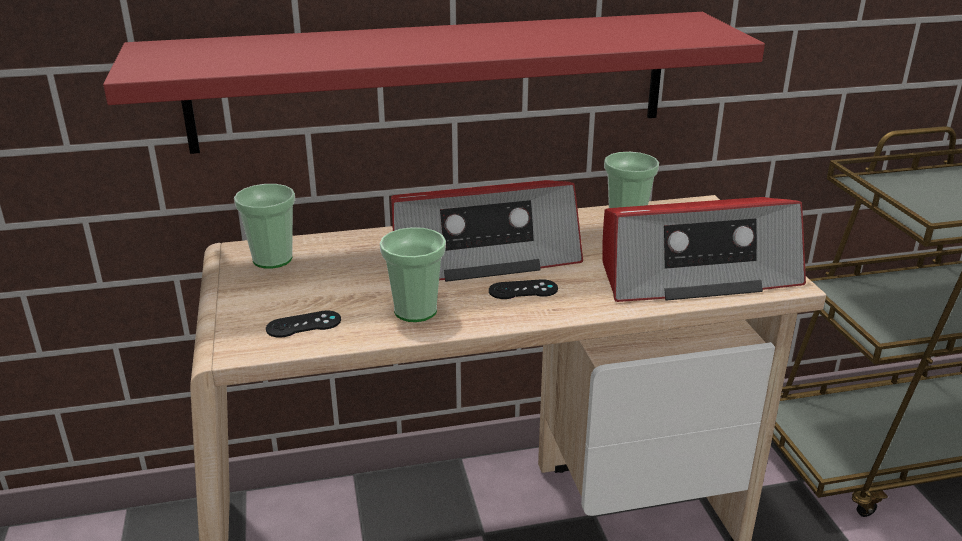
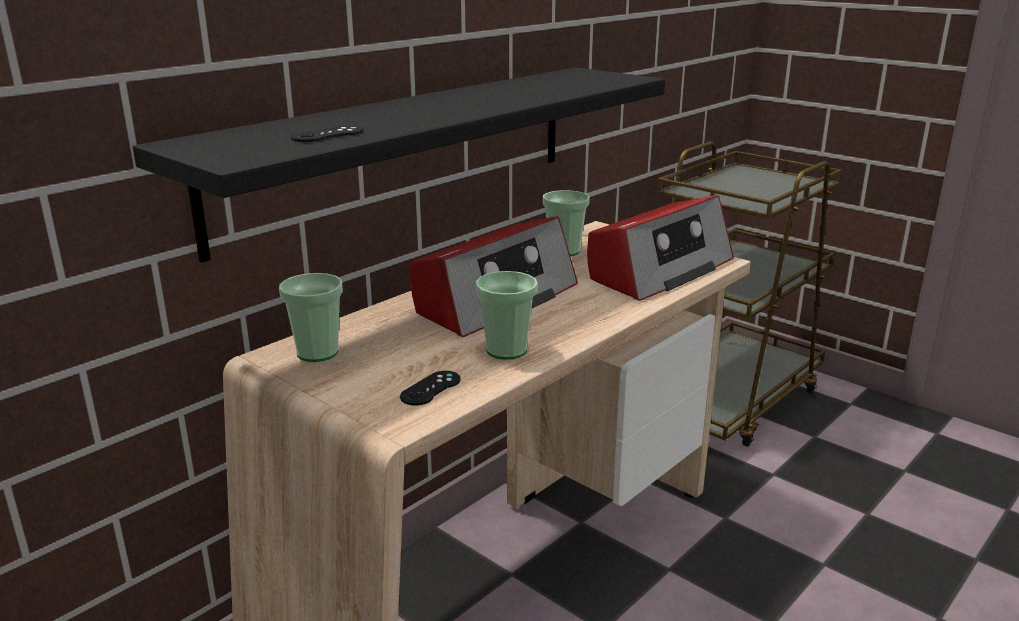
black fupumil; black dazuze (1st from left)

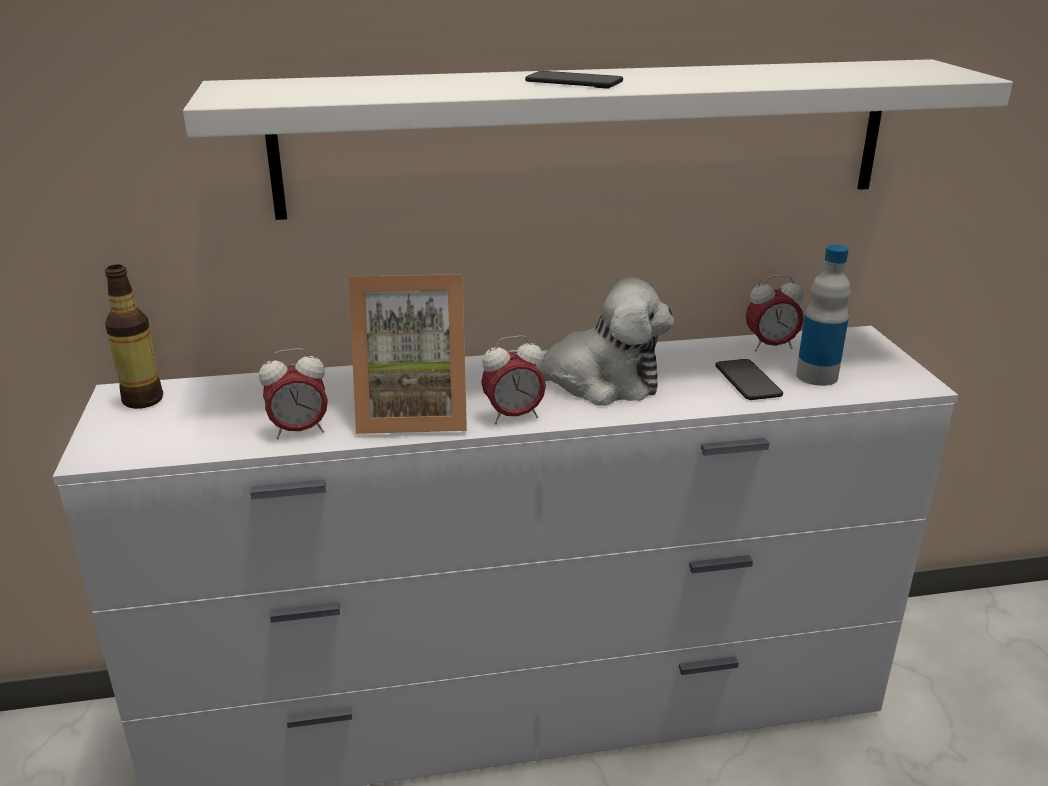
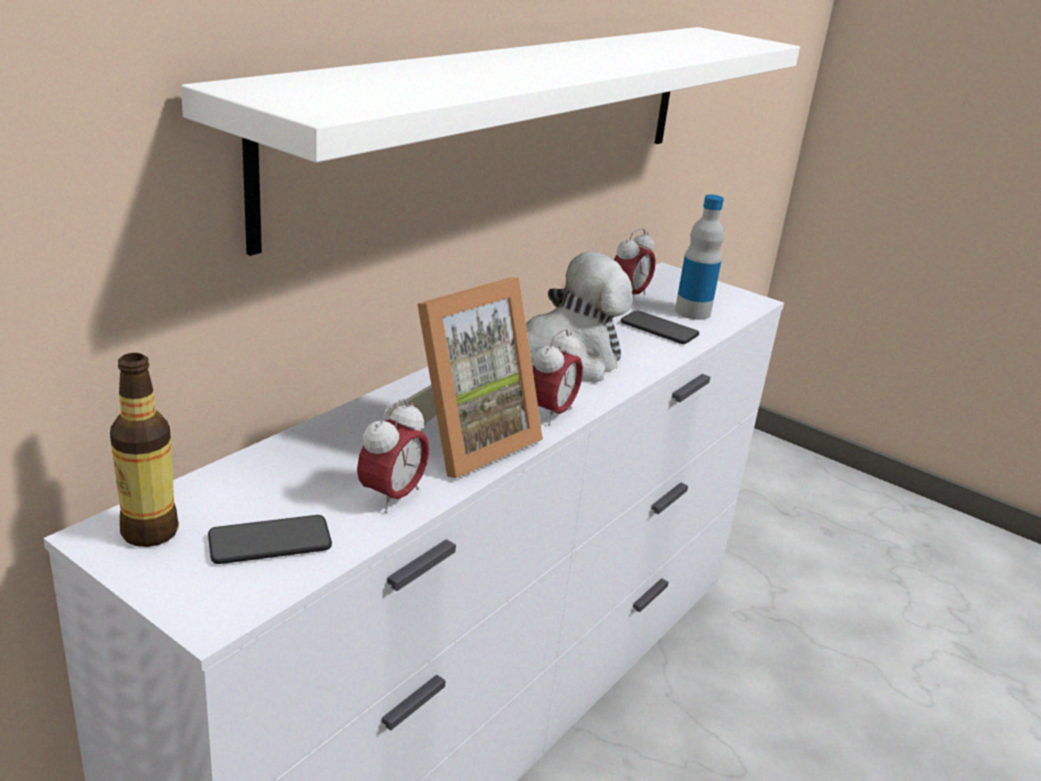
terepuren (1st from left)

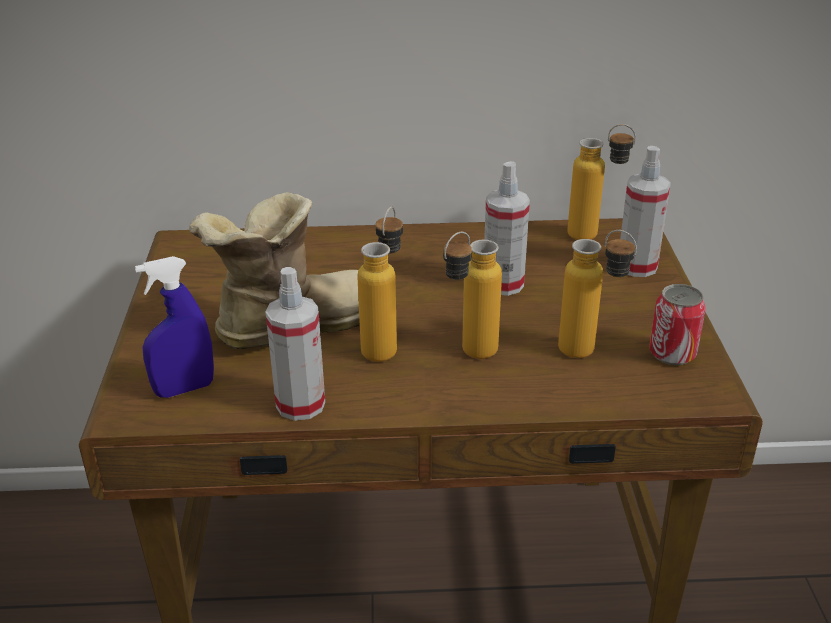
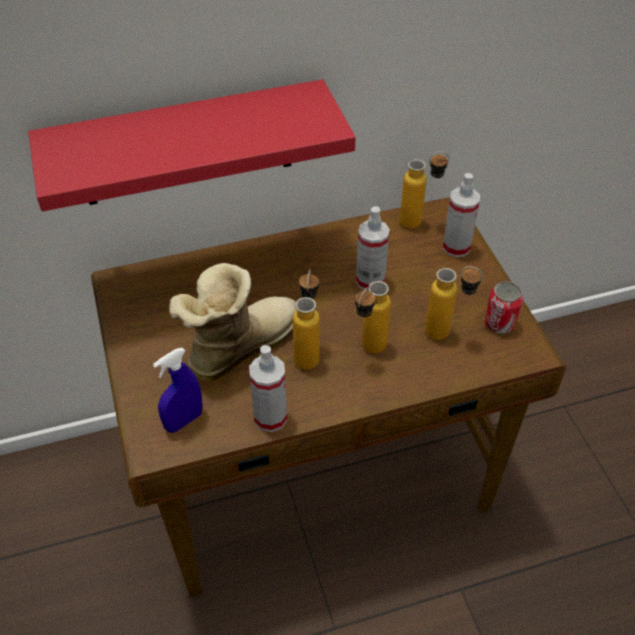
red fupumil

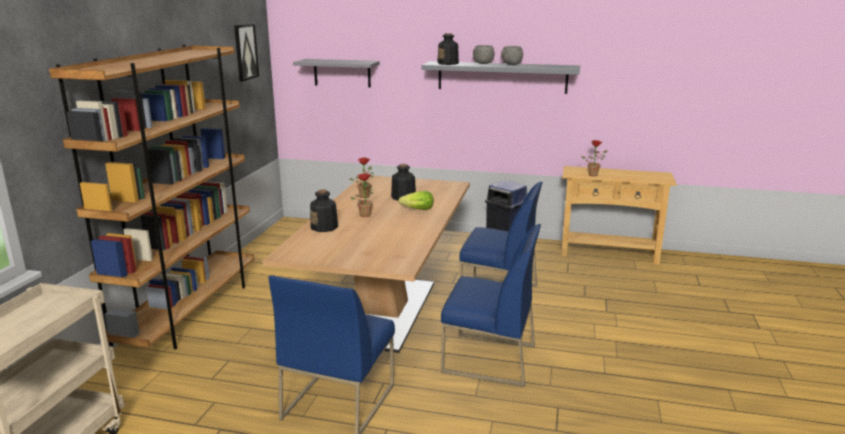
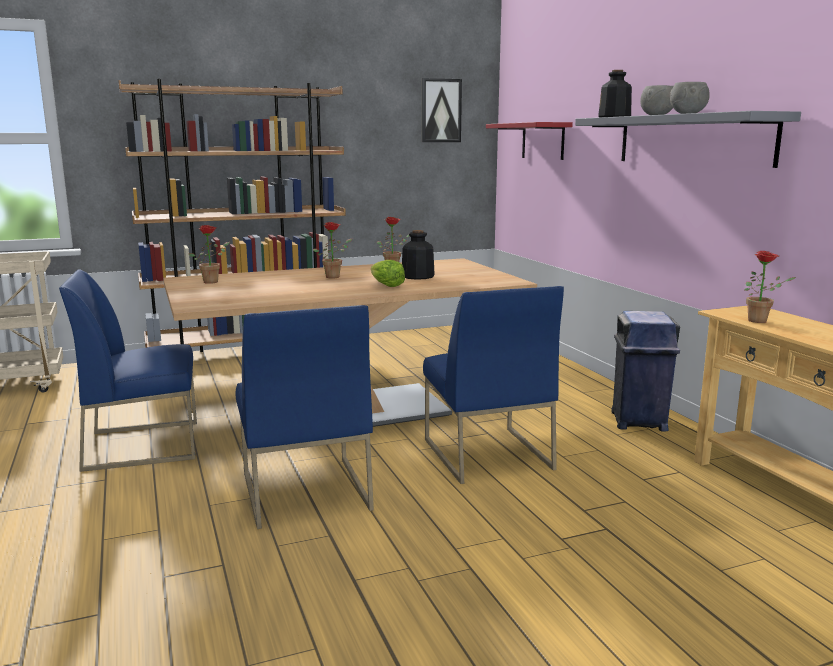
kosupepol (1st from left); red fupumil; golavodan (1st from left in the first image)

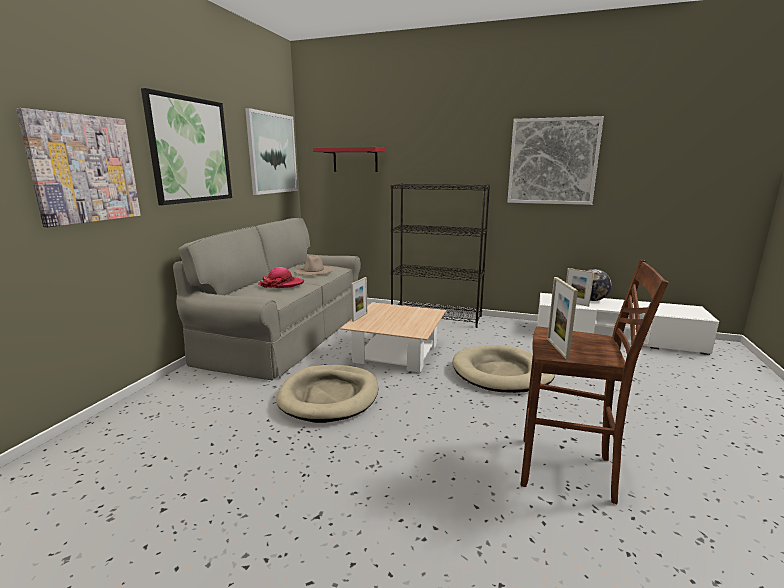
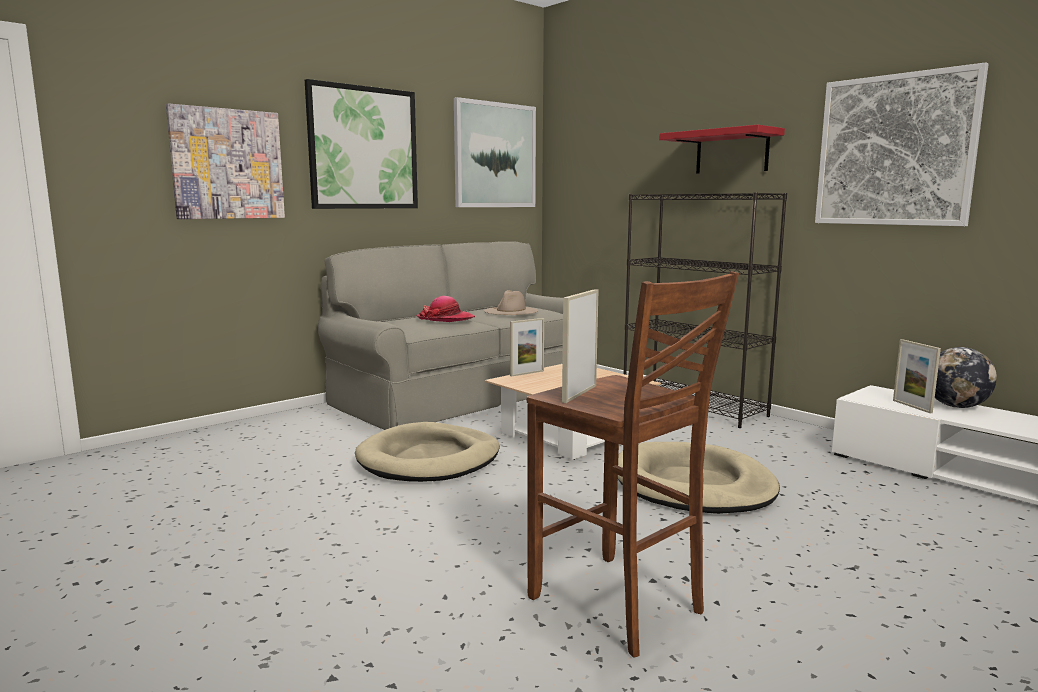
red fupumil

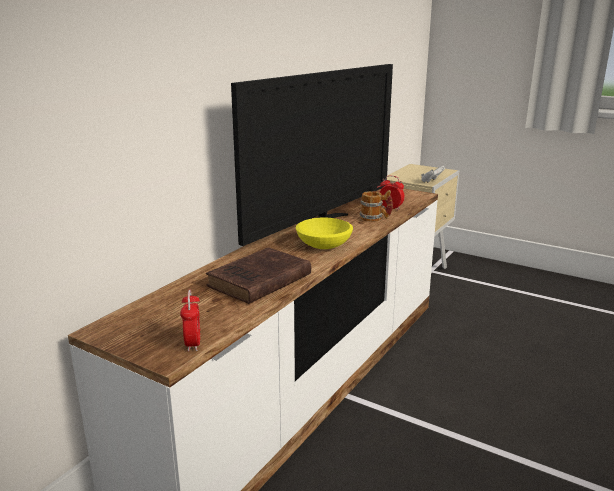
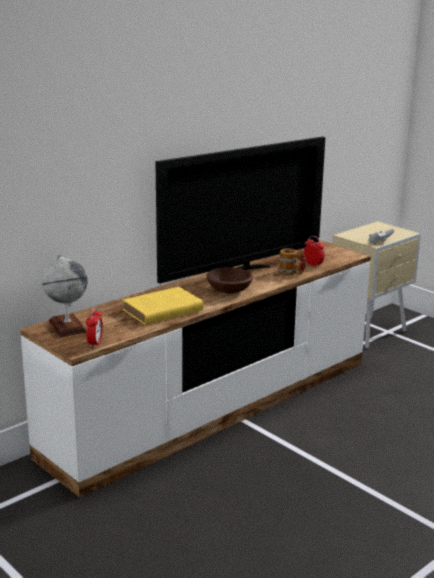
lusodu; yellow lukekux; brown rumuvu

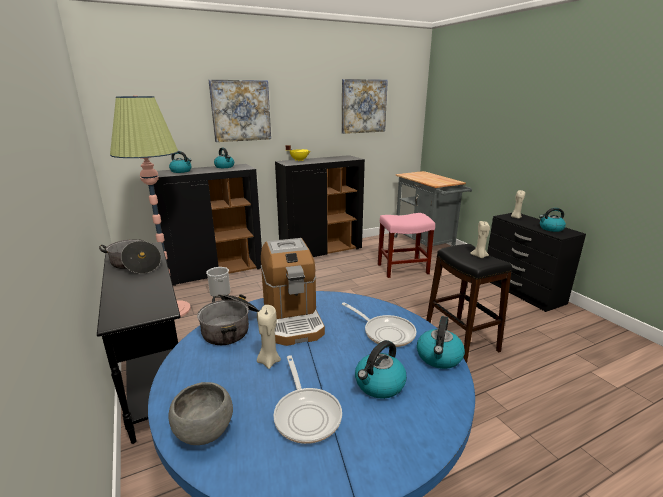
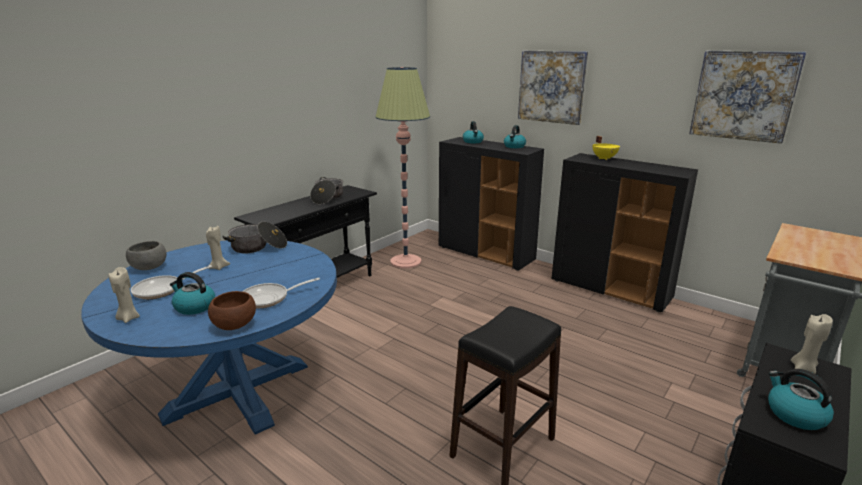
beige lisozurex (1st from left); brown rumuvu; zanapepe (2nd from left); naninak; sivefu; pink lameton

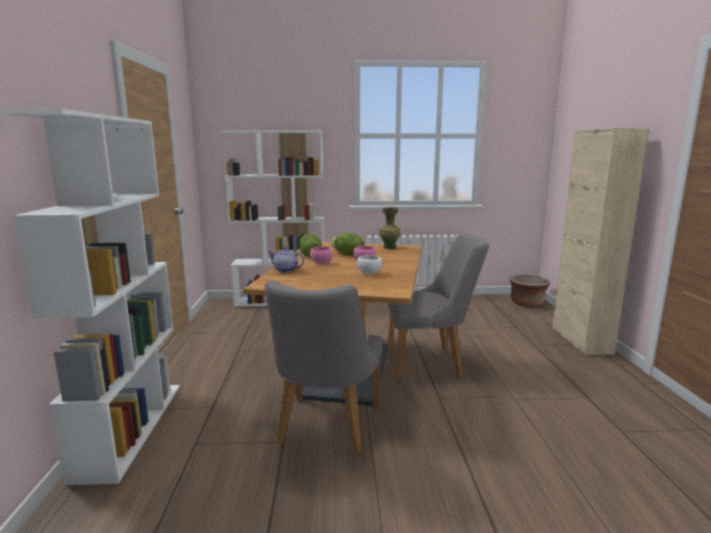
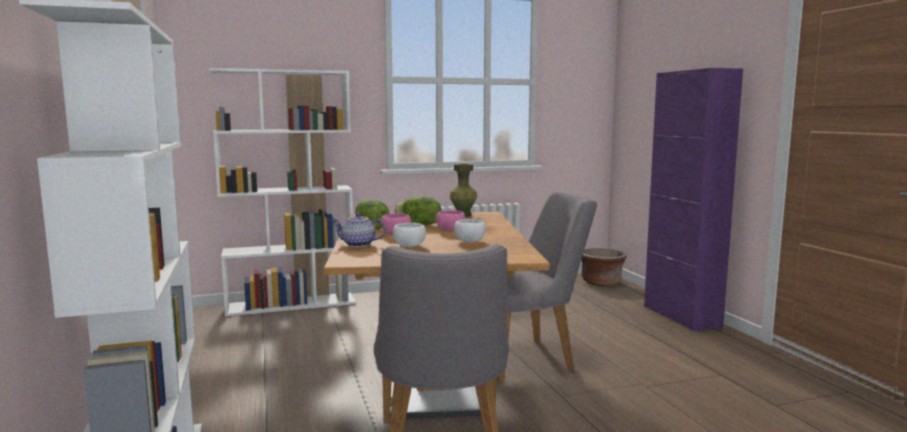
white rumuvu (1st from left); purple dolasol

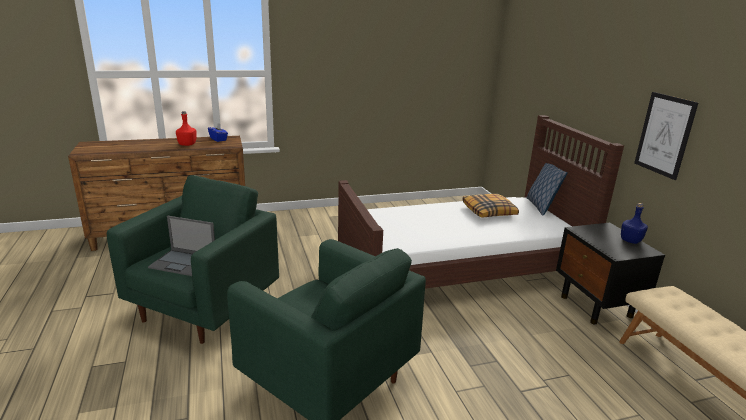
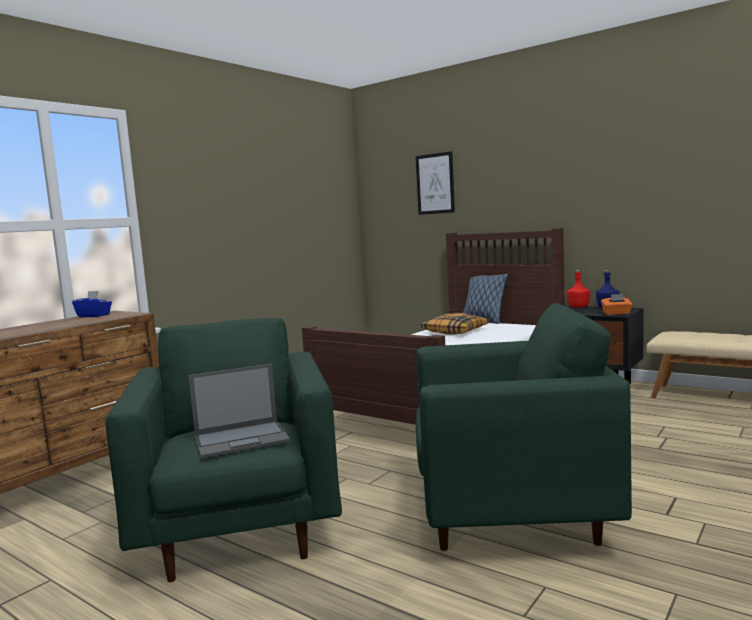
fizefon; red golavodan; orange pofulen

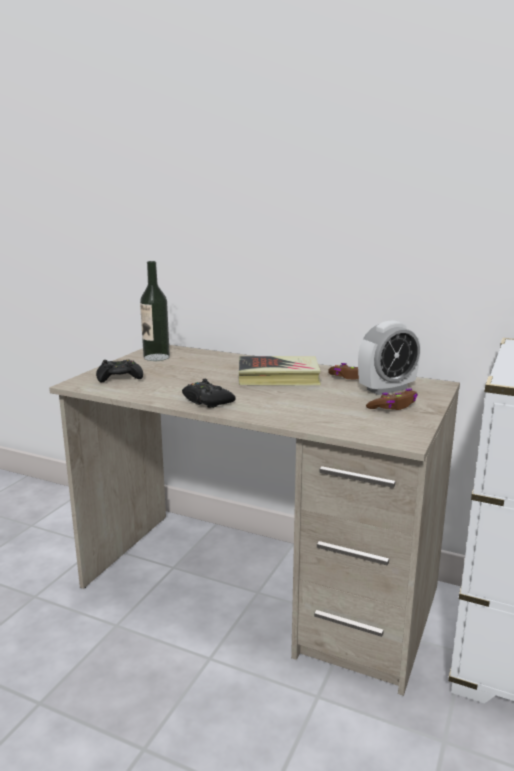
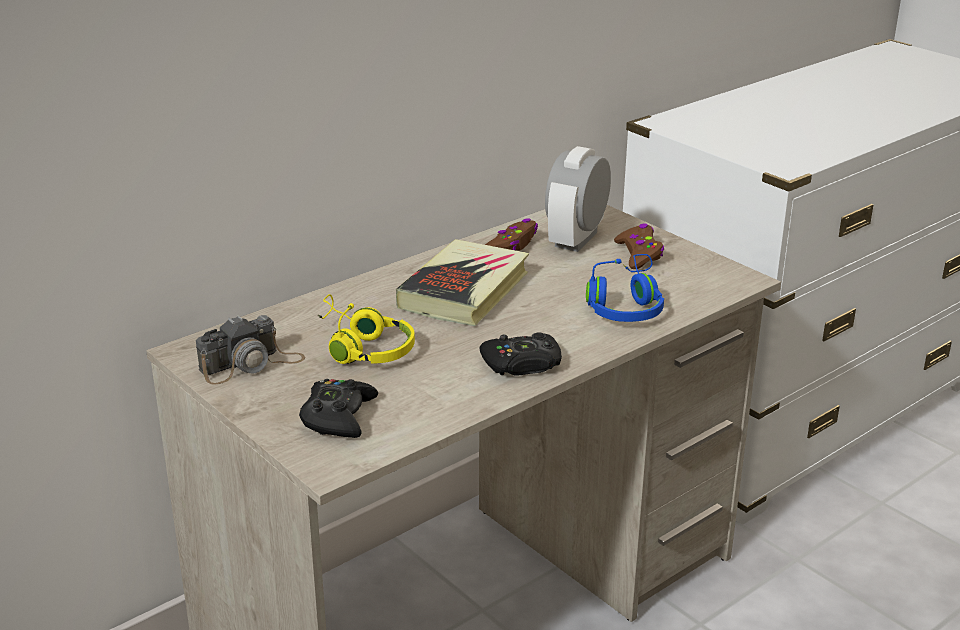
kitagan; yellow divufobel; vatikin; blue divufobel

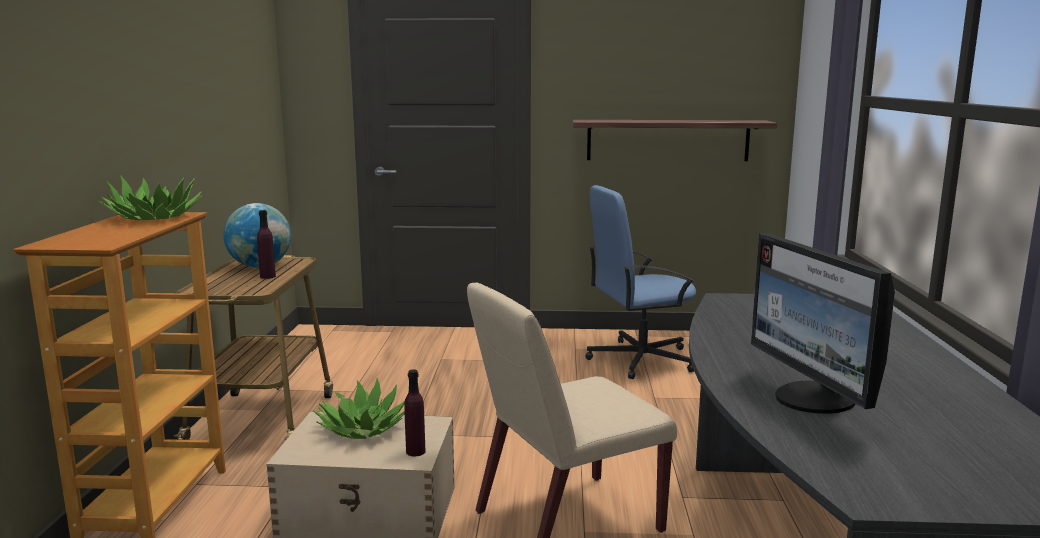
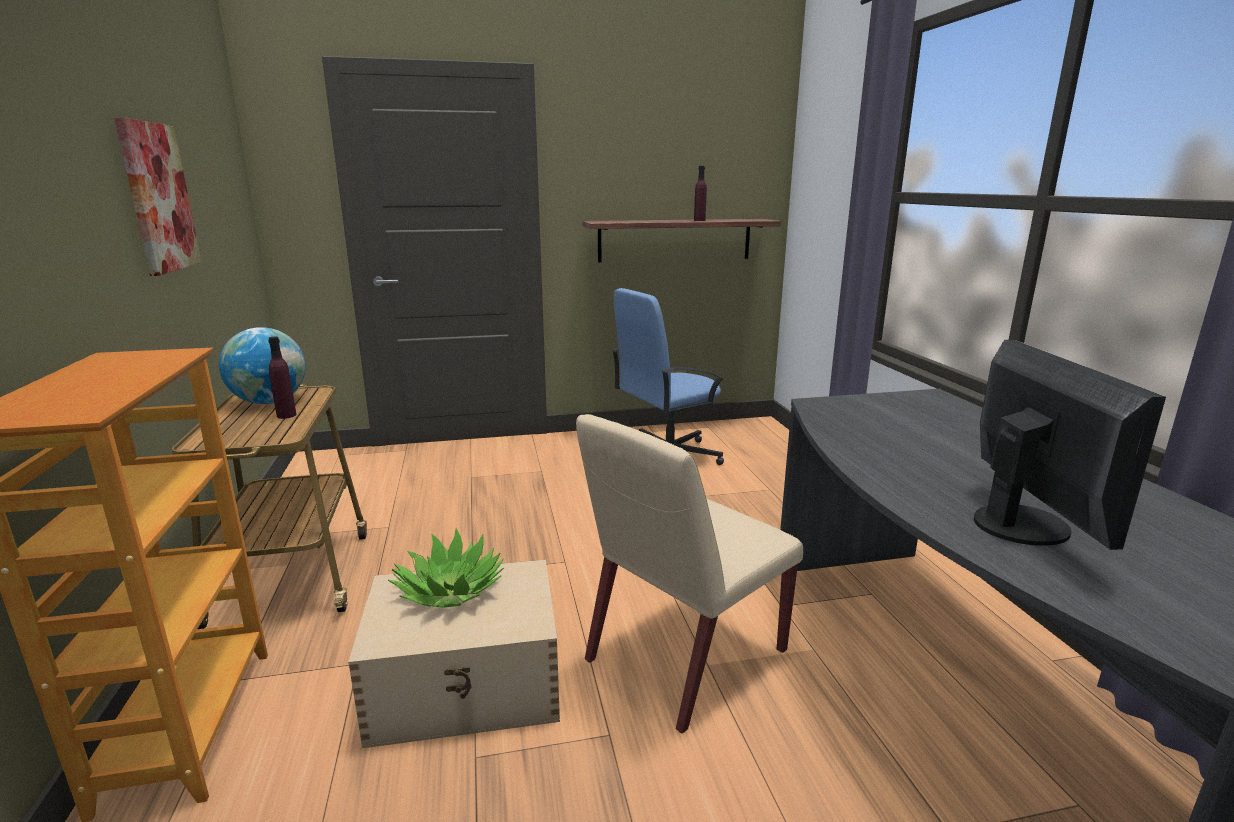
fizefon; purple golavodan (2nd from left); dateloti; kosupepol (1st from left in the first image)

